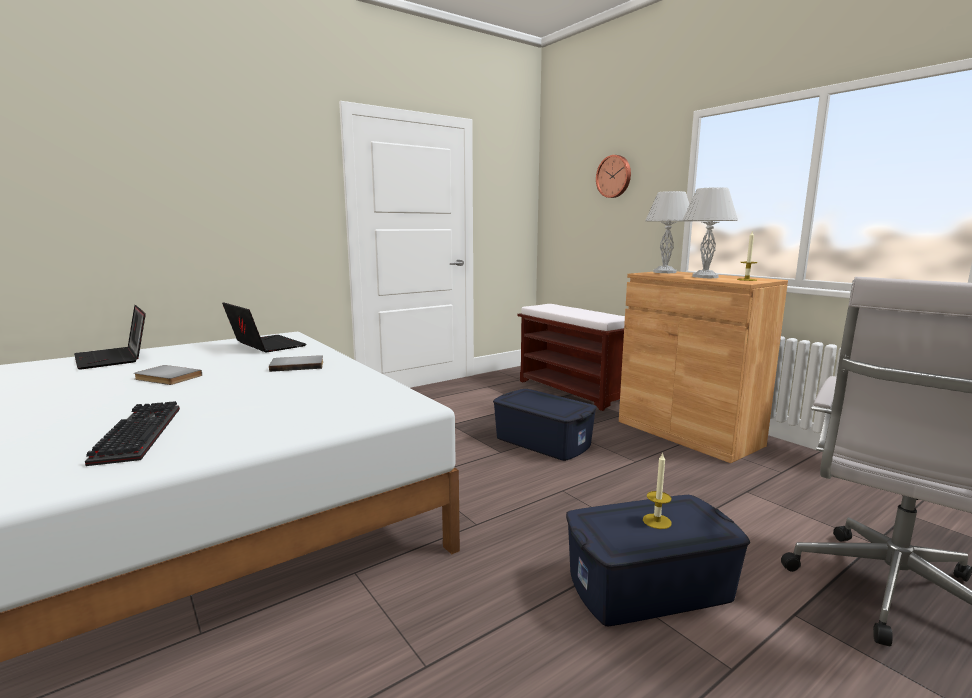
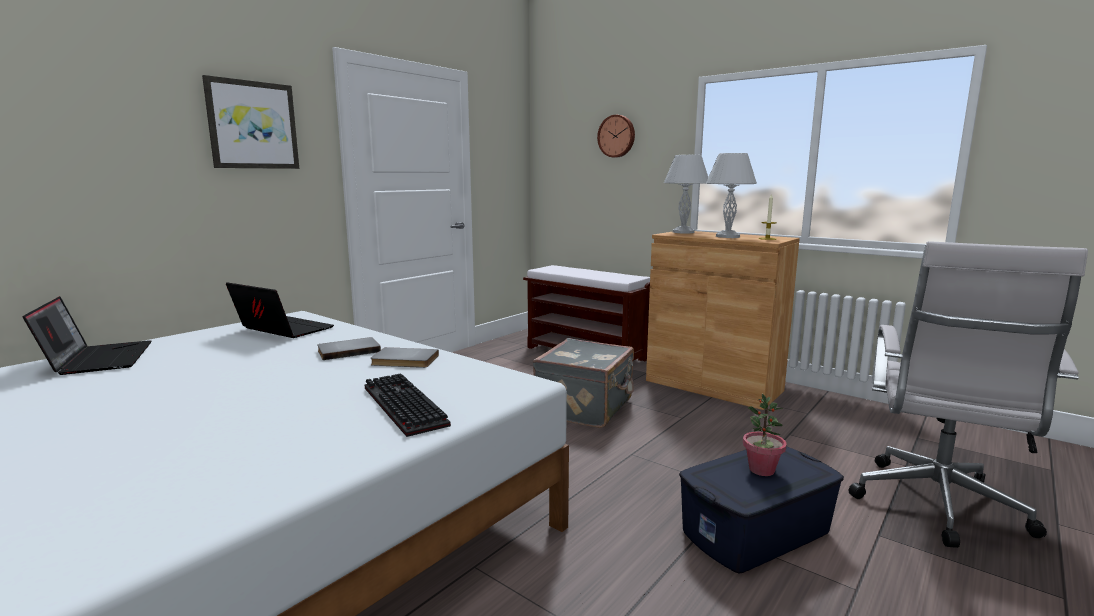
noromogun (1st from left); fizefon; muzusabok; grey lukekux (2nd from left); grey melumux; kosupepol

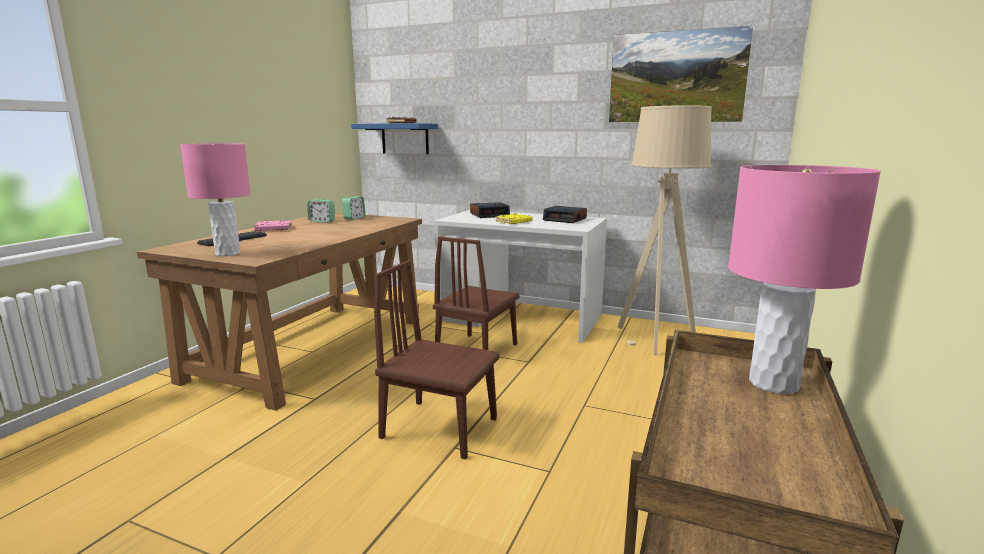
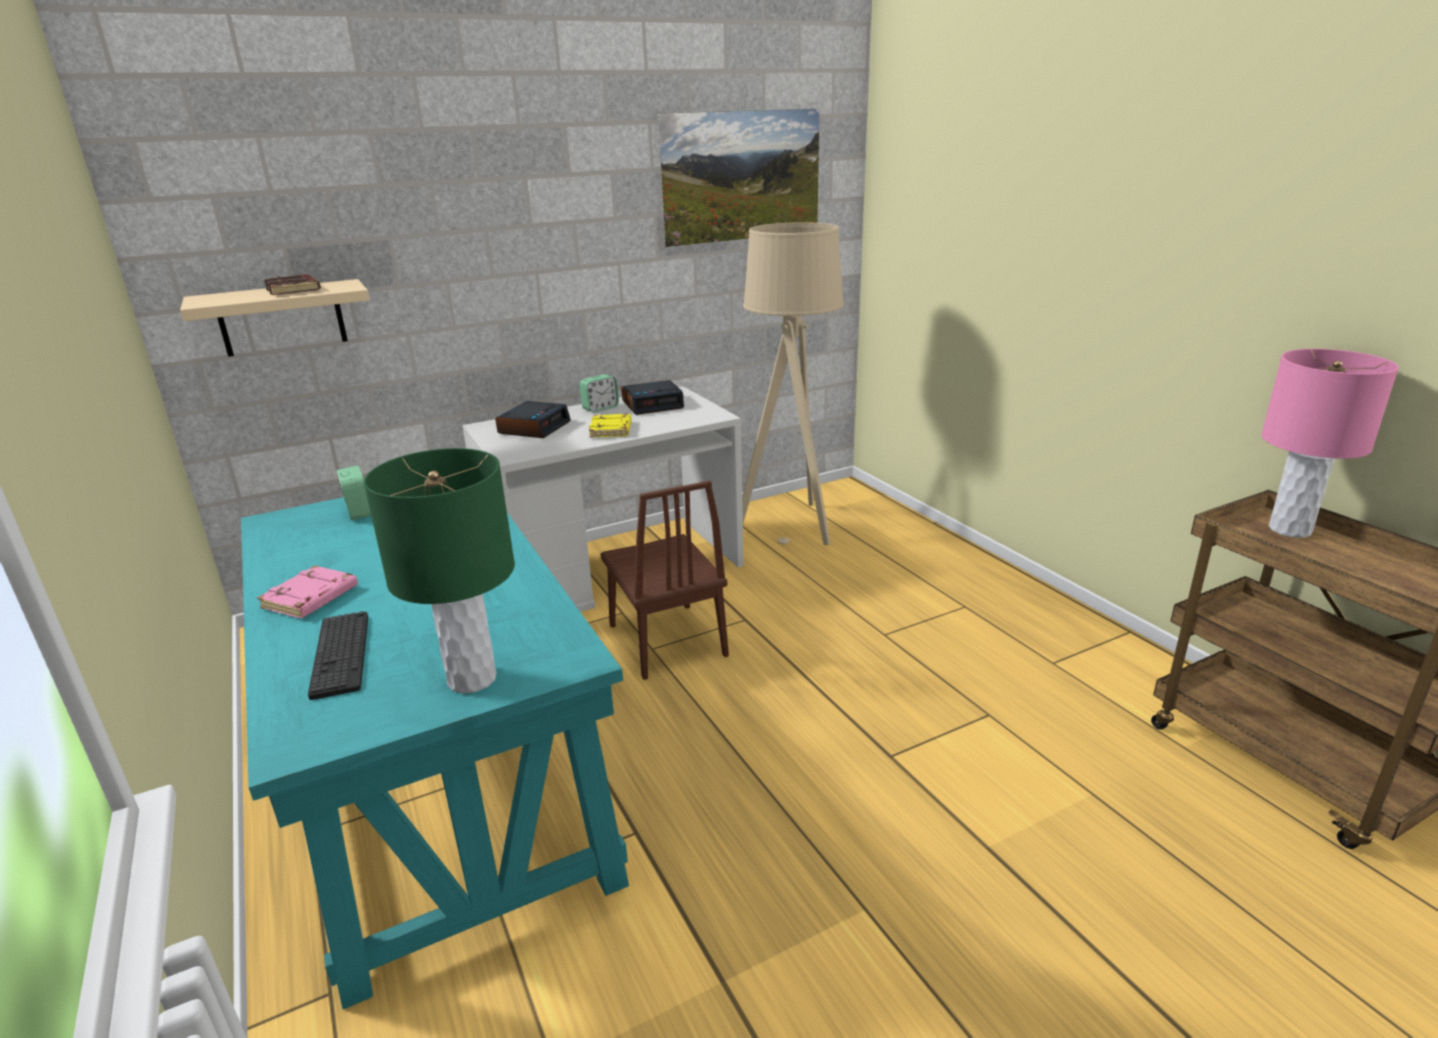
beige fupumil; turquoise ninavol; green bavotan; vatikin (3rd from left); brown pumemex (1st from left in the first image)

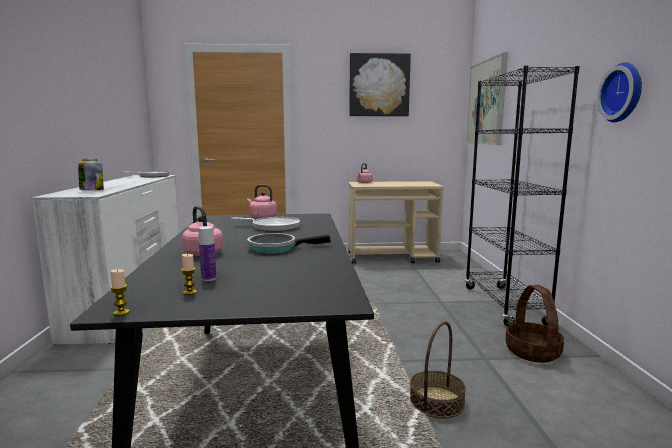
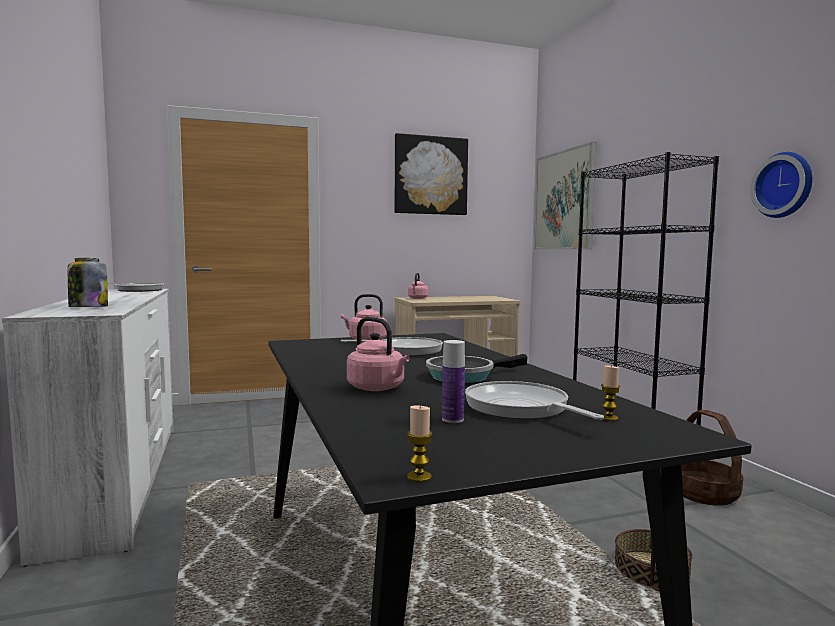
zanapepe (4th from left); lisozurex (2nd from left)

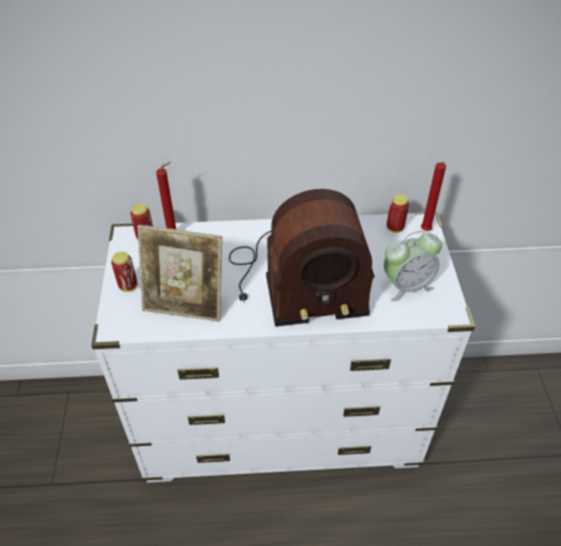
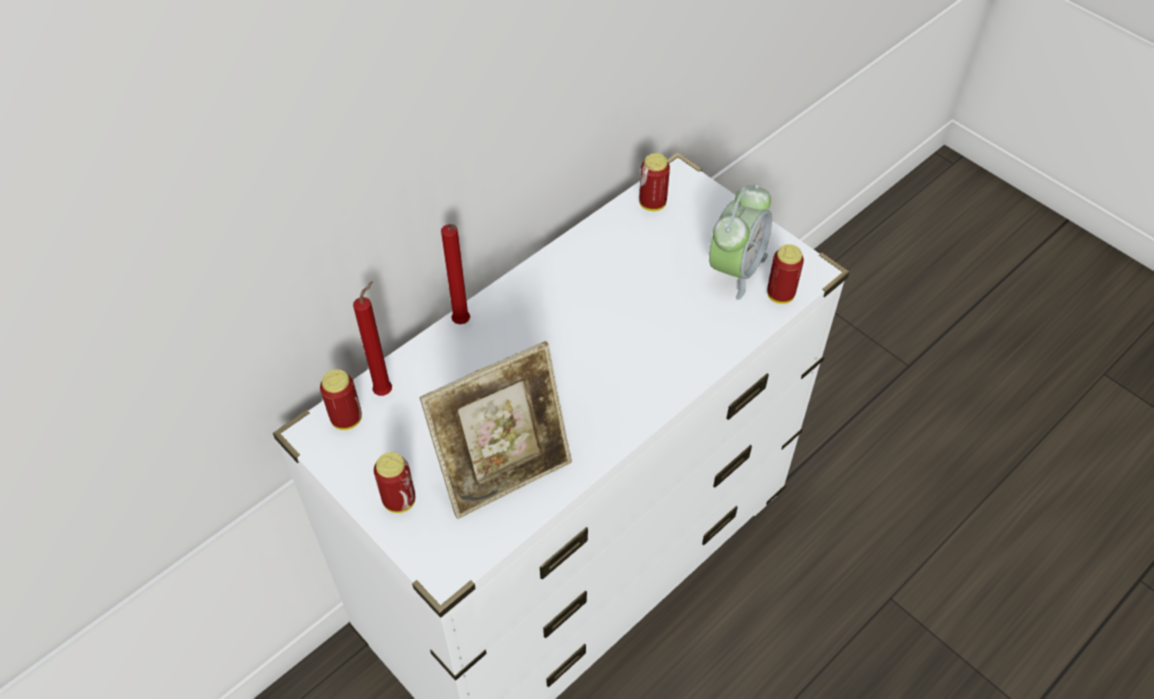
red lisozurex (2nd from left); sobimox (4th from left); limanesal

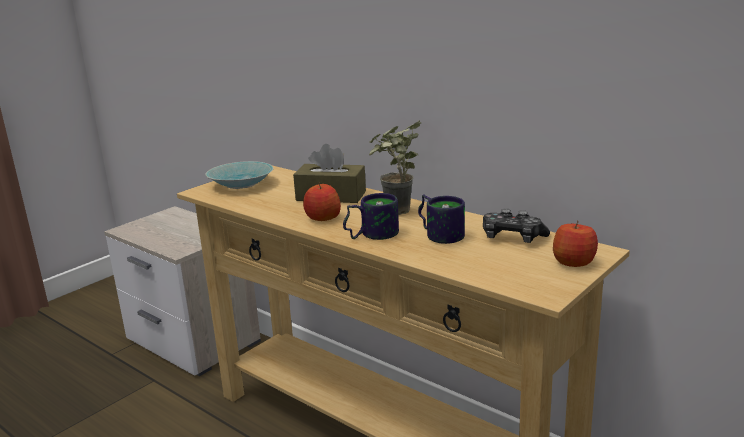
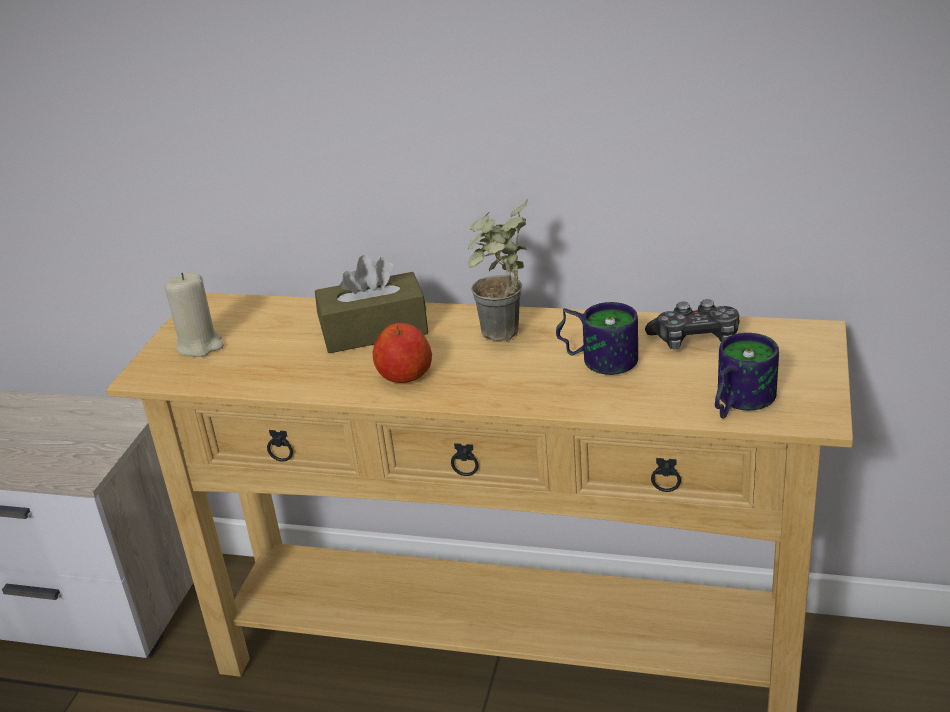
beige lisozurex; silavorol (2nd from left); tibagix (2nd from left in the first image)

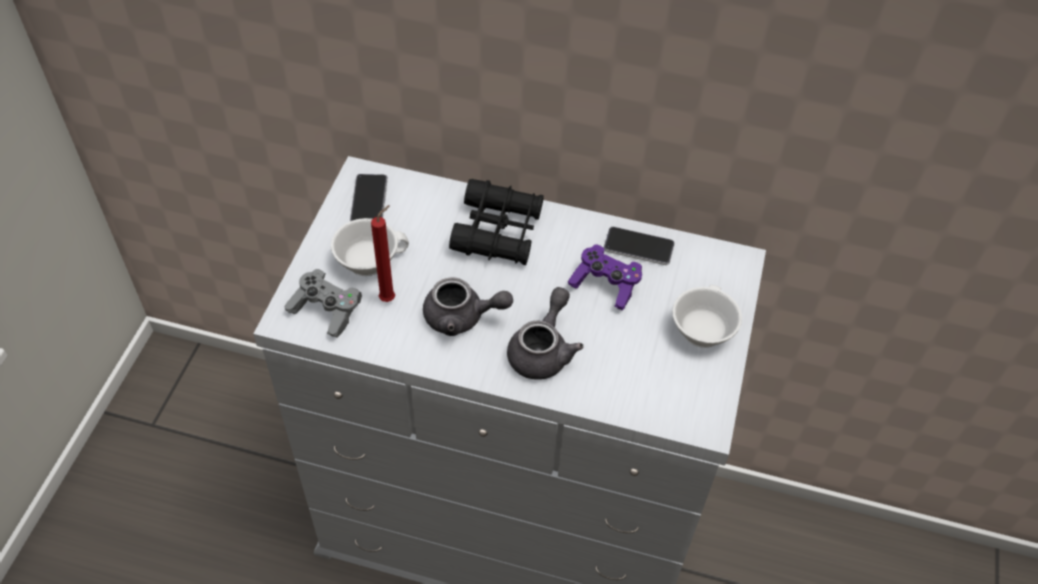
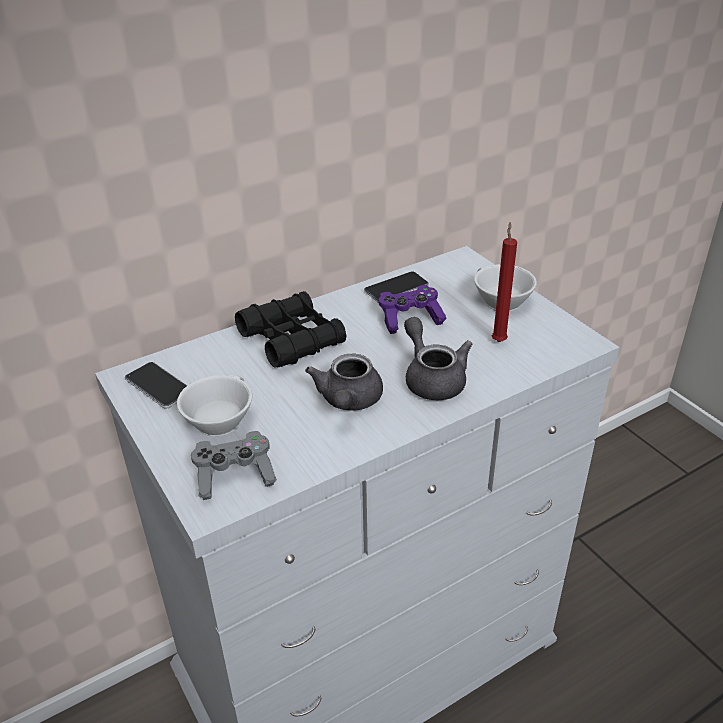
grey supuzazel (1st from left); red lisozurex

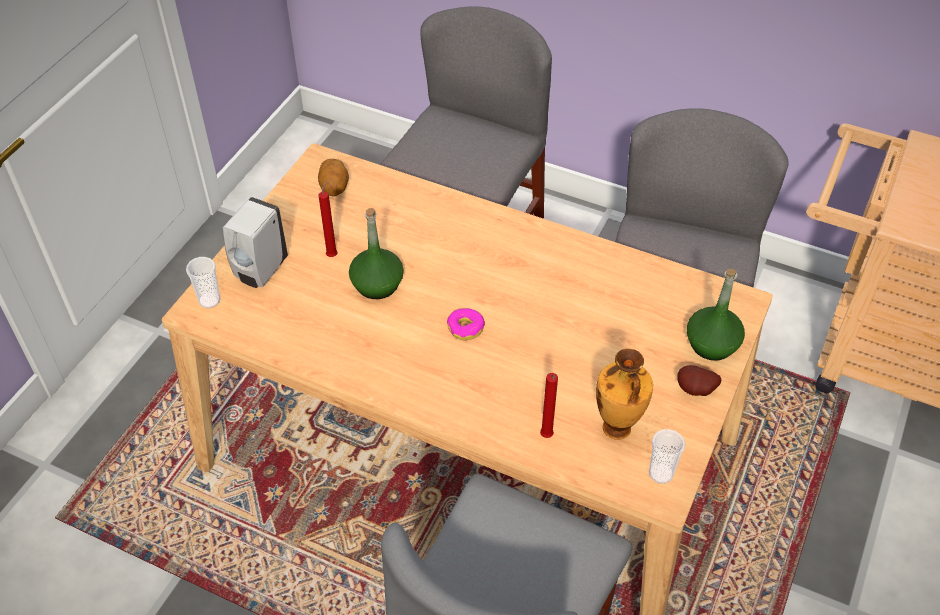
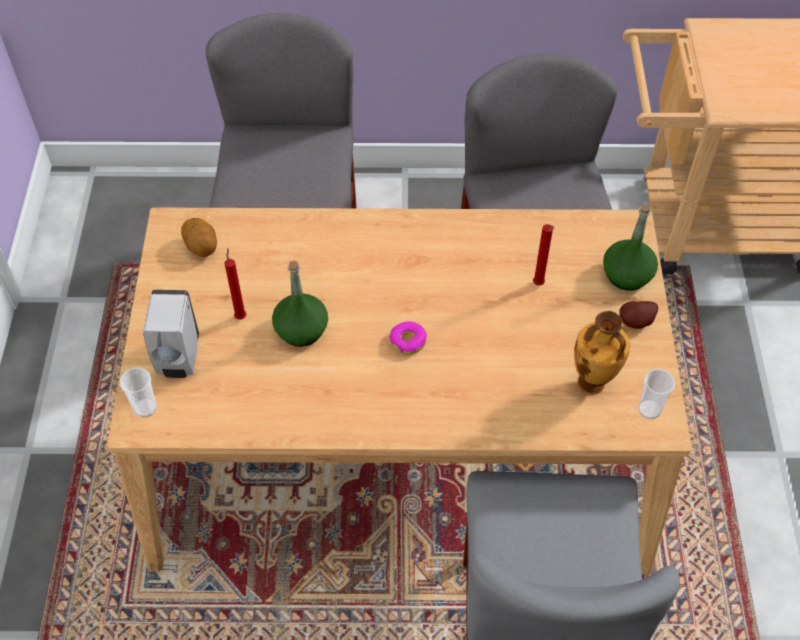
red lisozurex (2nd from left)

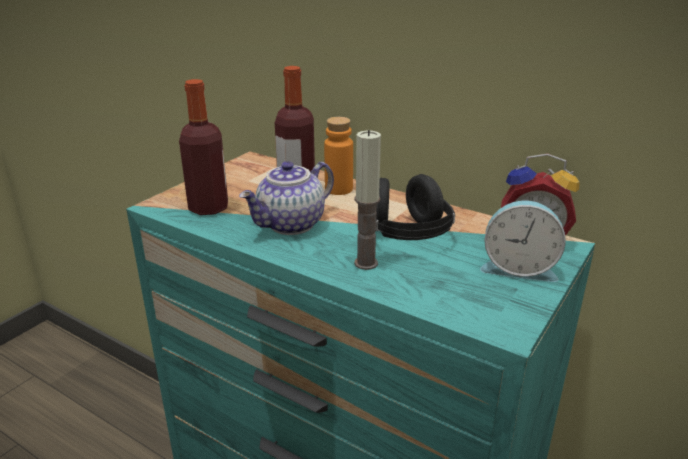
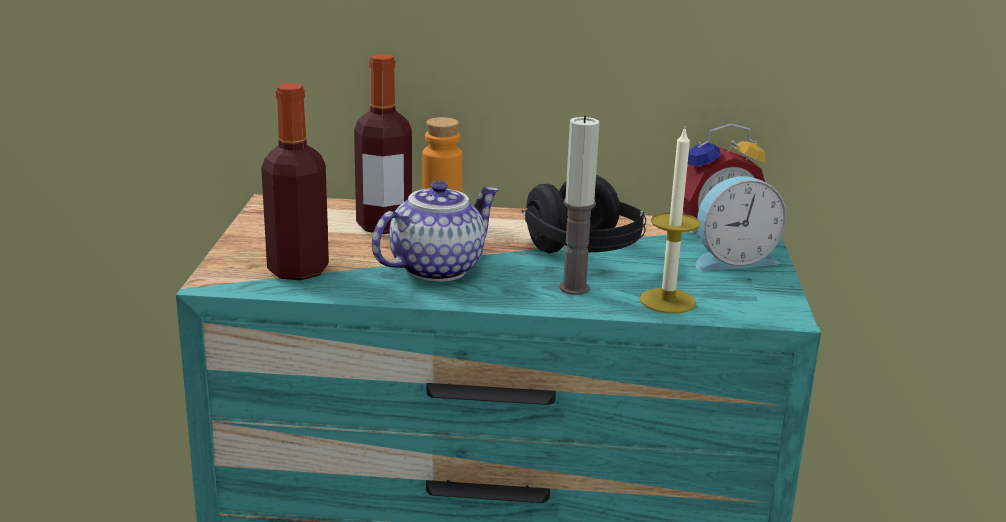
supuzazel; lisozurex (2nd from left)

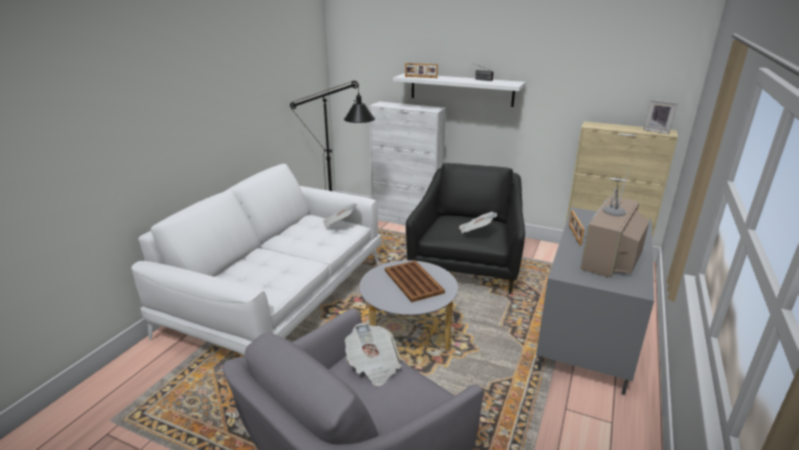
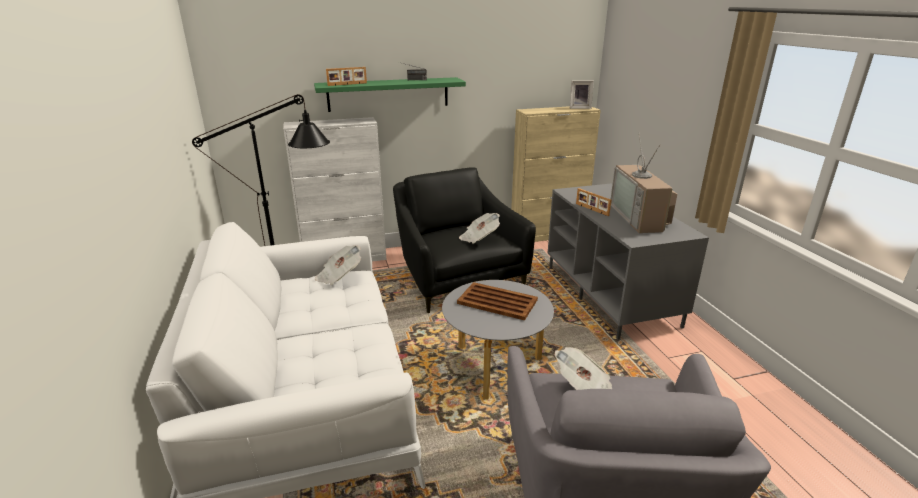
green fupumil

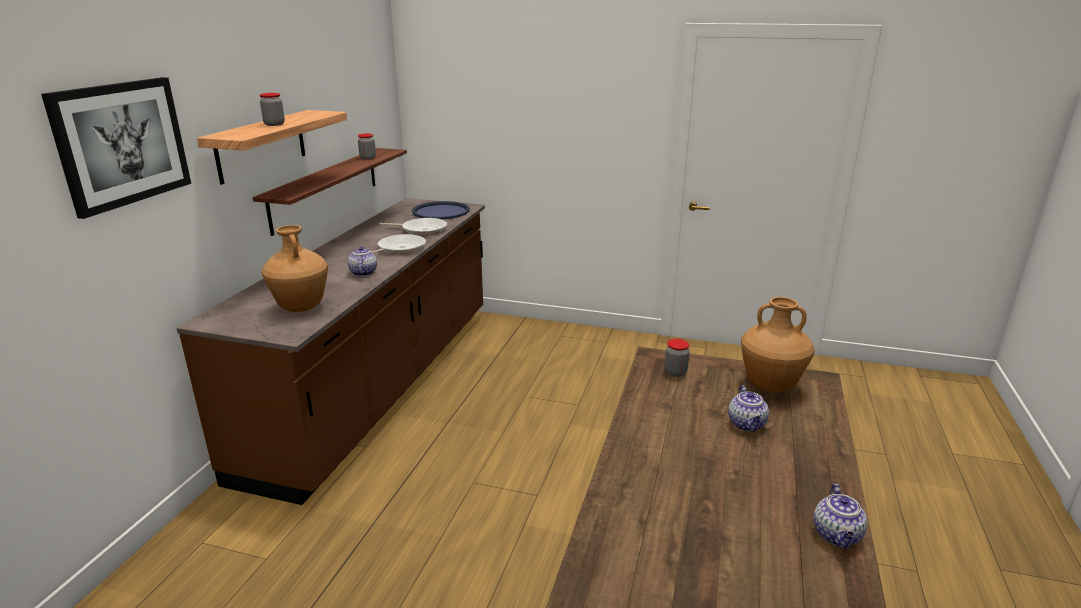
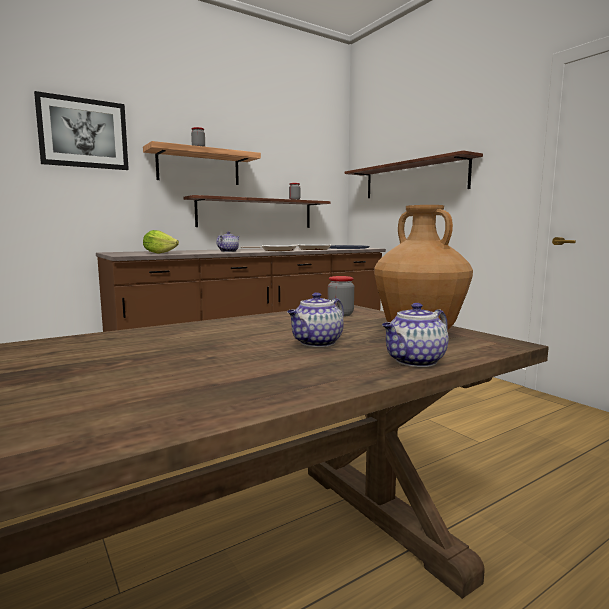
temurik; fupumil (3rd from left); supuzazel (3rd from left)

